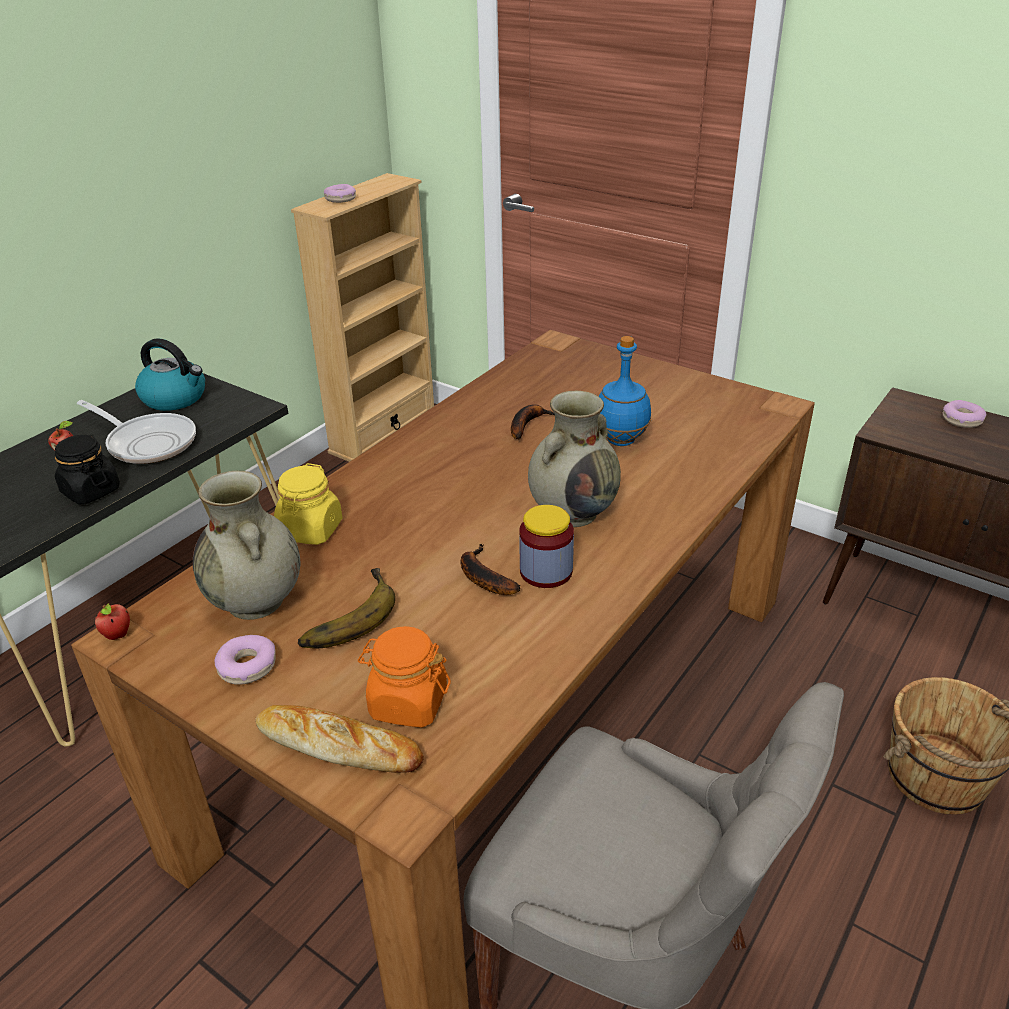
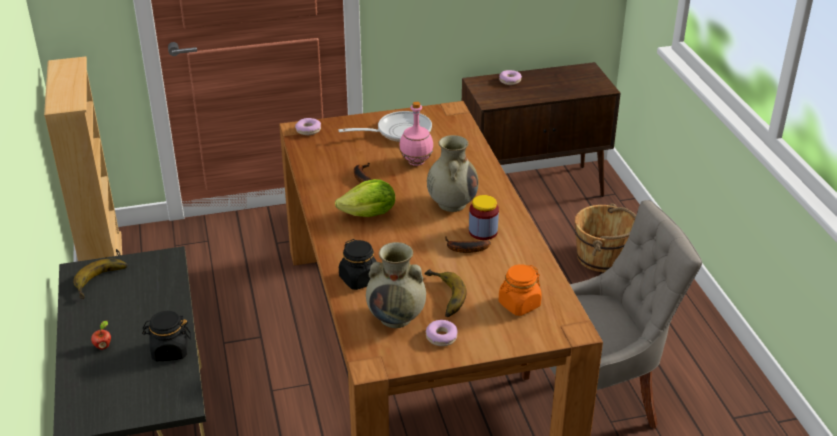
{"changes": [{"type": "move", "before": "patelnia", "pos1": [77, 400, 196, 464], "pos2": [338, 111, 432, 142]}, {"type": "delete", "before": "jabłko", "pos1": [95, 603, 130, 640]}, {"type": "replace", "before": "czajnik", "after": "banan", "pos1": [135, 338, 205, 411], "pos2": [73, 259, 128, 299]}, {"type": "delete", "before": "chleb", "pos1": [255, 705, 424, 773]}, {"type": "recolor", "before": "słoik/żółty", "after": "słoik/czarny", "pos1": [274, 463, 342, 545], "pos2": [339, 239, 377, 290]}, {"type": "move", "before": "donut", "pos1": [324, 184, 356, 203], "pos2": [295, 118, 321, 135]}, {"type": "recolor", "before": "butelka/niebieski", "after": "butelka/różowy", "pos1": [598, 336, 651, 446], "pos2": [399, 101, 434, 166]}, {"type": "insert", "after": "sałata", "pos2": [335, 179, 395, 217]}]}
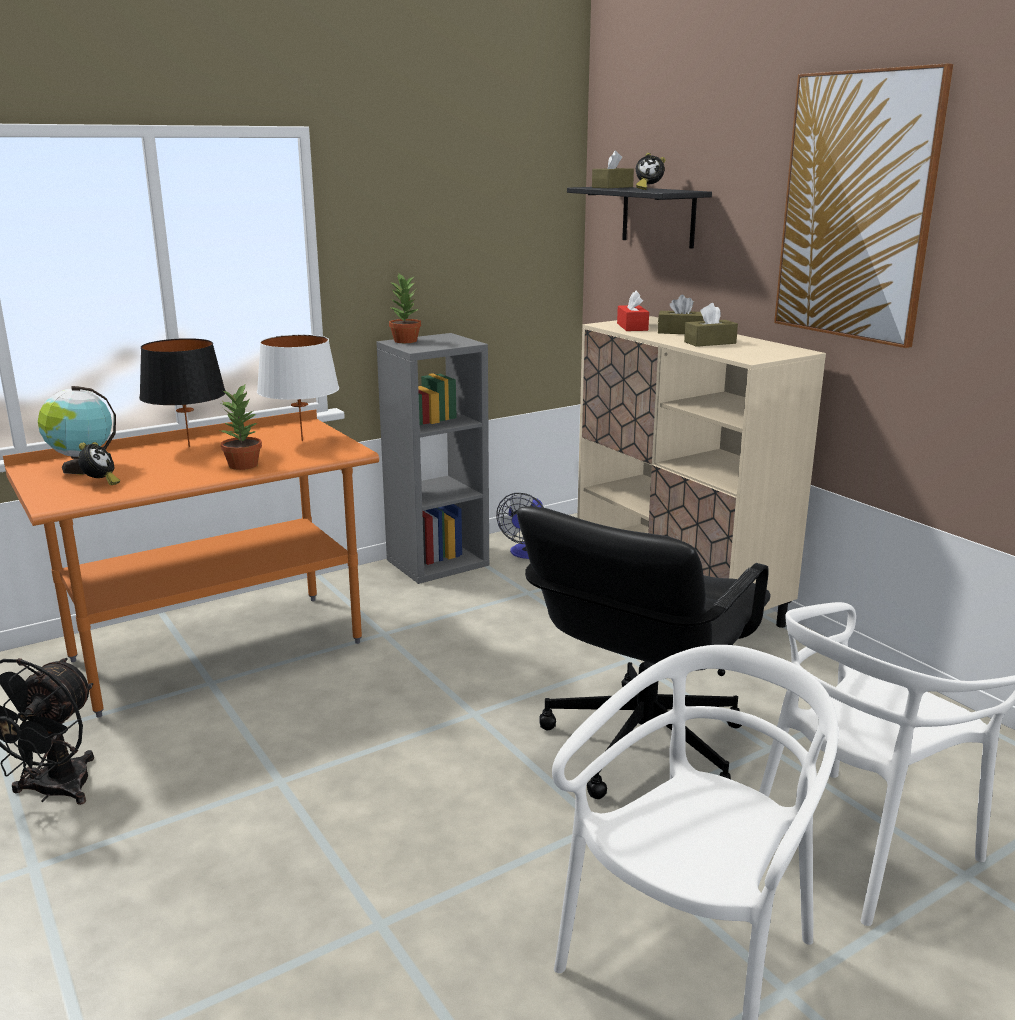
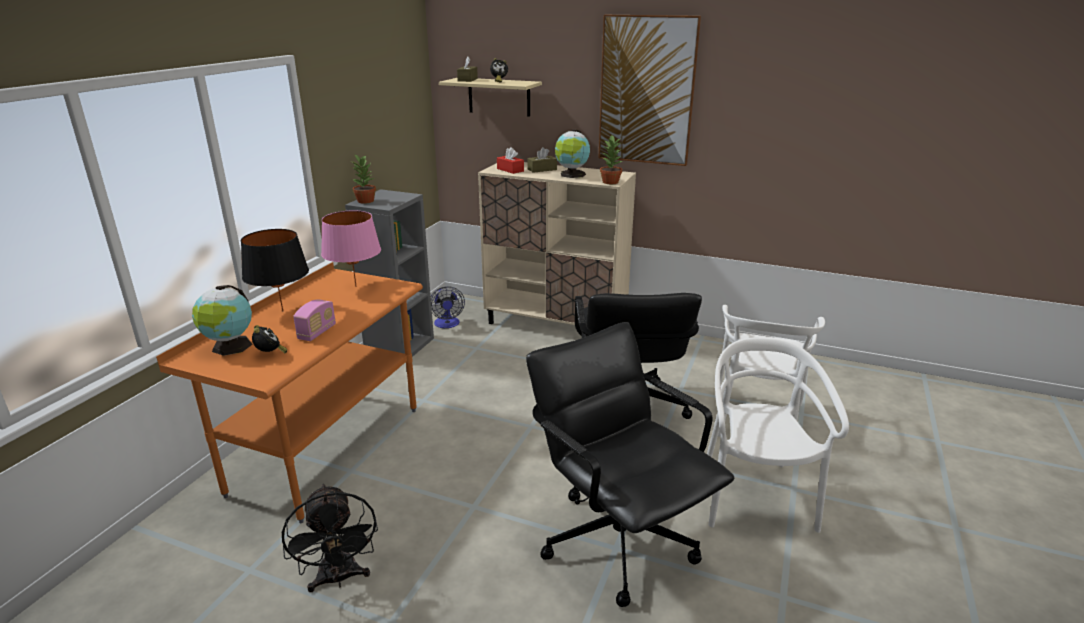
{"changes": [{"type": "move", "before": "roślina doniczkowa", "pos1": [220, 383, 262, 470], "pos2": [600, 136, 622, 184]}, {"type": "recolor", "before": "lampa stołowa/biały", "after": "lampa stołowa/różowy", "pos1": [257, 334, 339, 441], "pos2": [321, 210, 381, 287]}, {"type": "recolor", "before": "półka/czarny", "after": "półka/beżowy", "pos1": [567, 187, 712, 249], "pos2": [439, 78, 542, 117]}, {"type": "replace", "before": "pudełko chusteczek/brązowy", "after": "globus", "pos1": [684, 303, 738, 347], "pos2": [555, 130, 590, 178]}, {"type": "insert", "after": "radio", "pos2": [293, 299, 336, 341]}, {"type": "insert", "after": "krzesło biurowe/czarny", "pos2": [526, 322, 734, 607]}]}
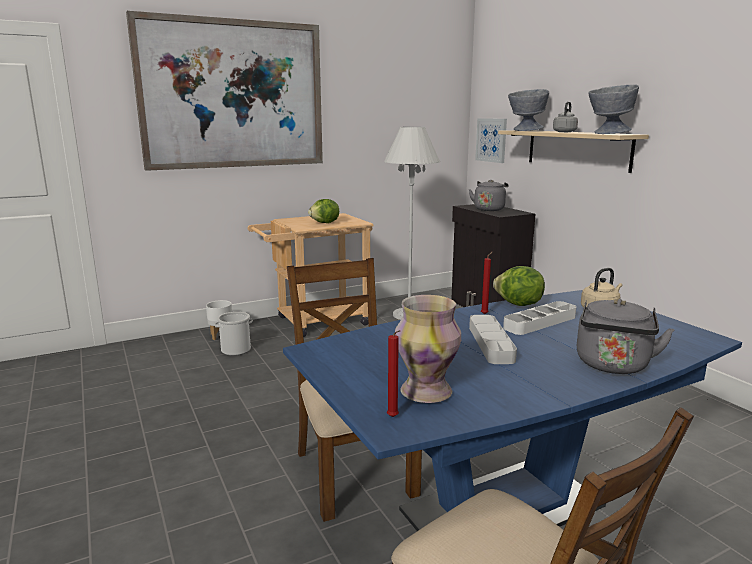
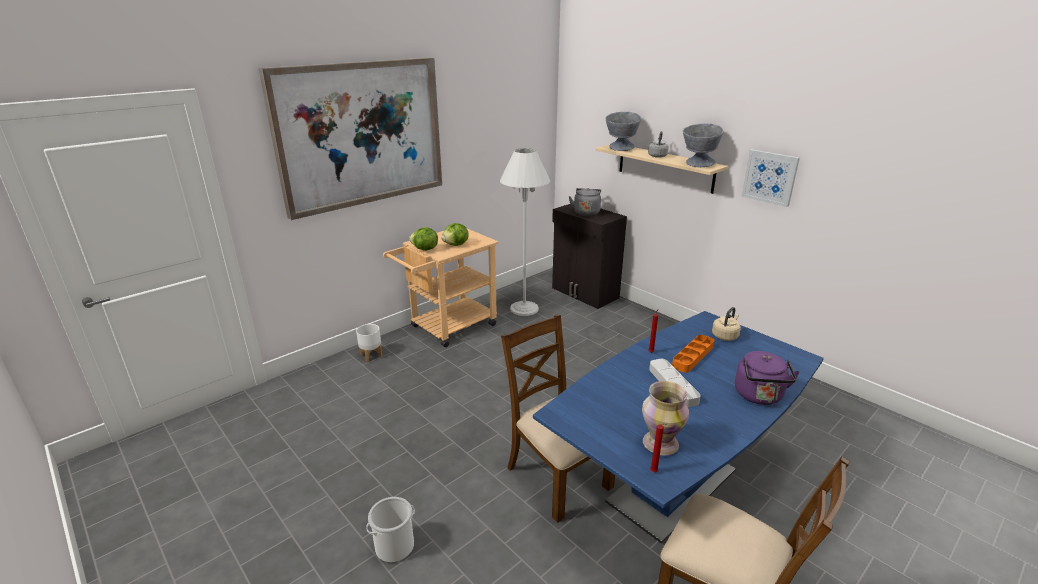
{"changes": [{"type": "move", "before": "wiadro", "pos1": [215, 312, 253, 356], "pos2": [366, 497, 415, 563]}, {"type": "move", "before": "obraz", "pos1": [475, 118, 507, 163], "pos2": [742, 149, 800, 207]}, {"type": "move", "before": "sałata", "pos1": [493, 266, 545, 306], "pos2": [409, 227, 438, 251]}, {"type": "recolor", "before": "taca/biały", "after": "taca/pomarańczowy", "pos1": [503, 301, 576, 335], "pos2": [672, 335, 715, 373]}, {"type": "recolor", "before": "czajnik/szary", "after": "czajnik/fioletowy", "pos1": [577, 299, 674, 374], "pos2": [735, 351, 800, 405]}]}
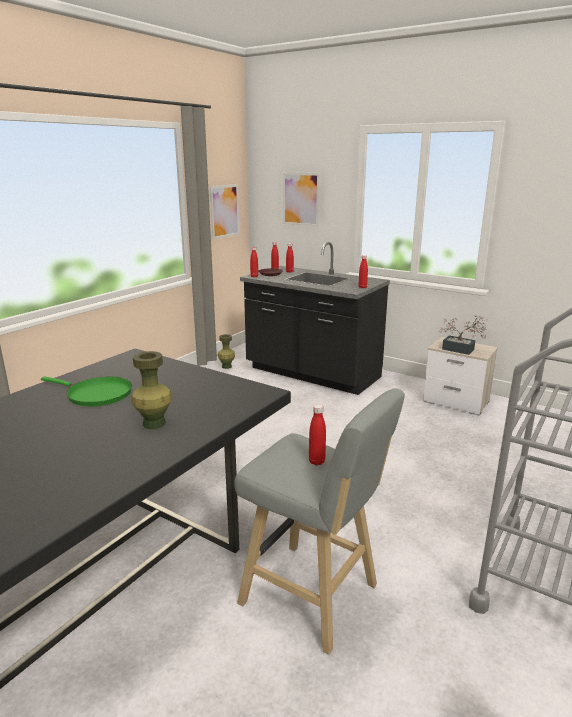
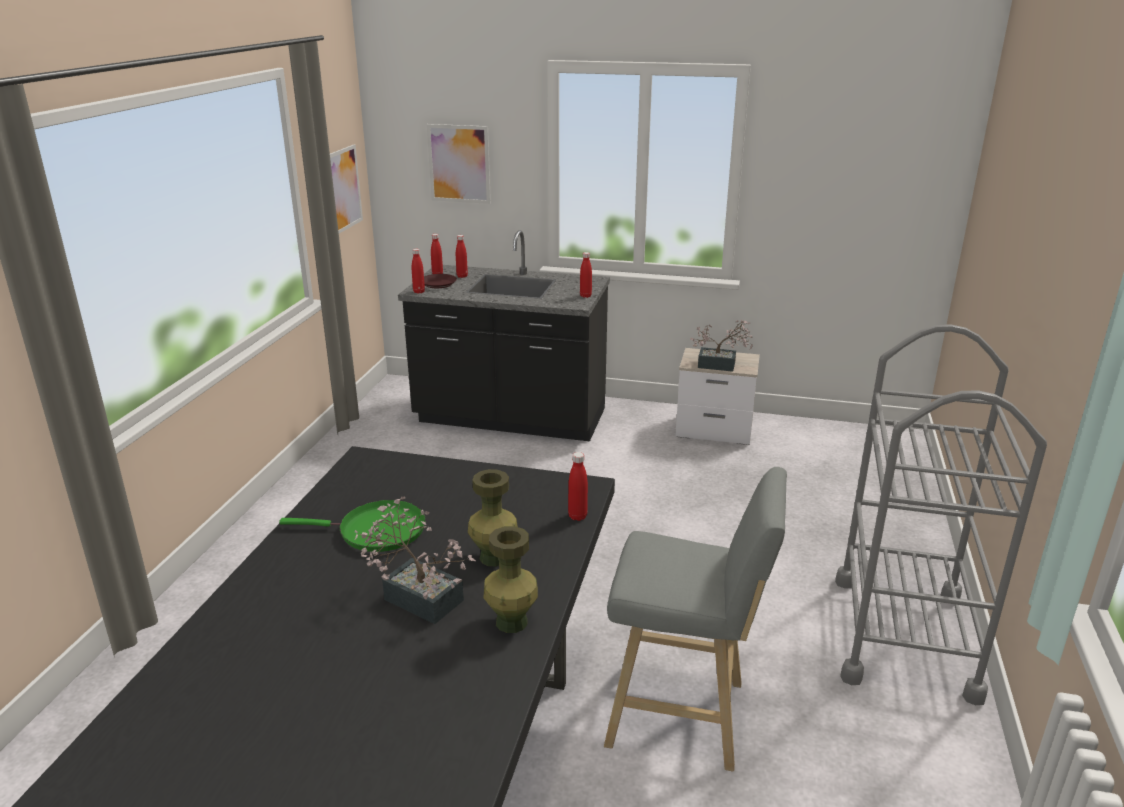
{"changes": [{"type": "move", "before": "wazon/zielony", "pos1": [218, 334, 235, 369], "pos2": [483, 526, 538, 633]}, {"type": "move", "before": "butelka/czerwony", "pos1": [309, 404, 326, 465], "pos2": [568, 452, 588, 521]}, {"type": "insert", "after": "roślina doniczkowa", "pos2": [355, 496, 476, 624]}]}
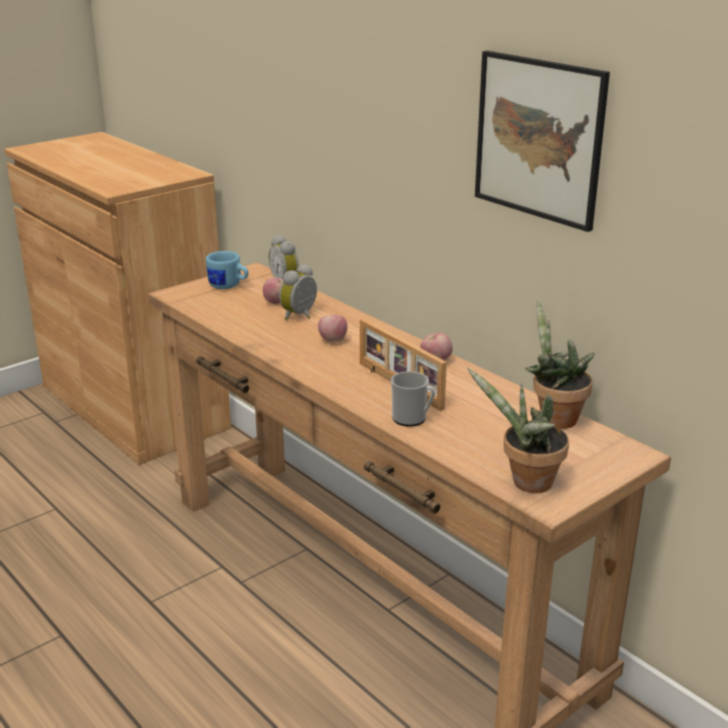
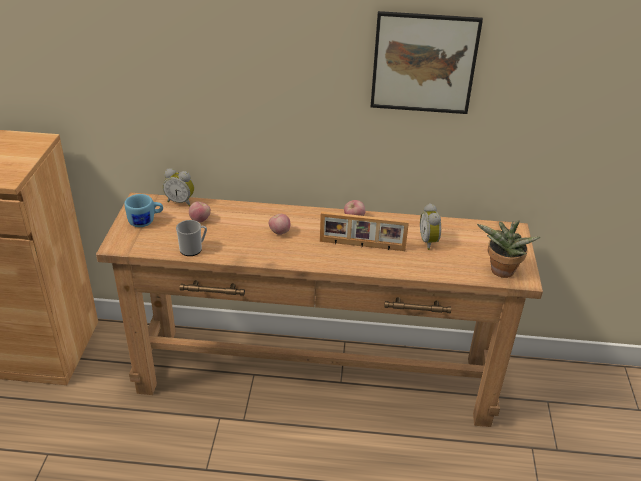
{"changes": [{"type": "move", "before": "budzik", "pos1": [279, 264, 317, 320], "pos2": [420, 203, 441, 250]}, {"type": "move", "before": "kubek", "pos1": [391, 371, 435, 427], "pos2": [176, 220, 207, 256]}, {"type": "delete", "before": "roślina doniczkowa", "pos1": [525, 299, 595, 429]}]}
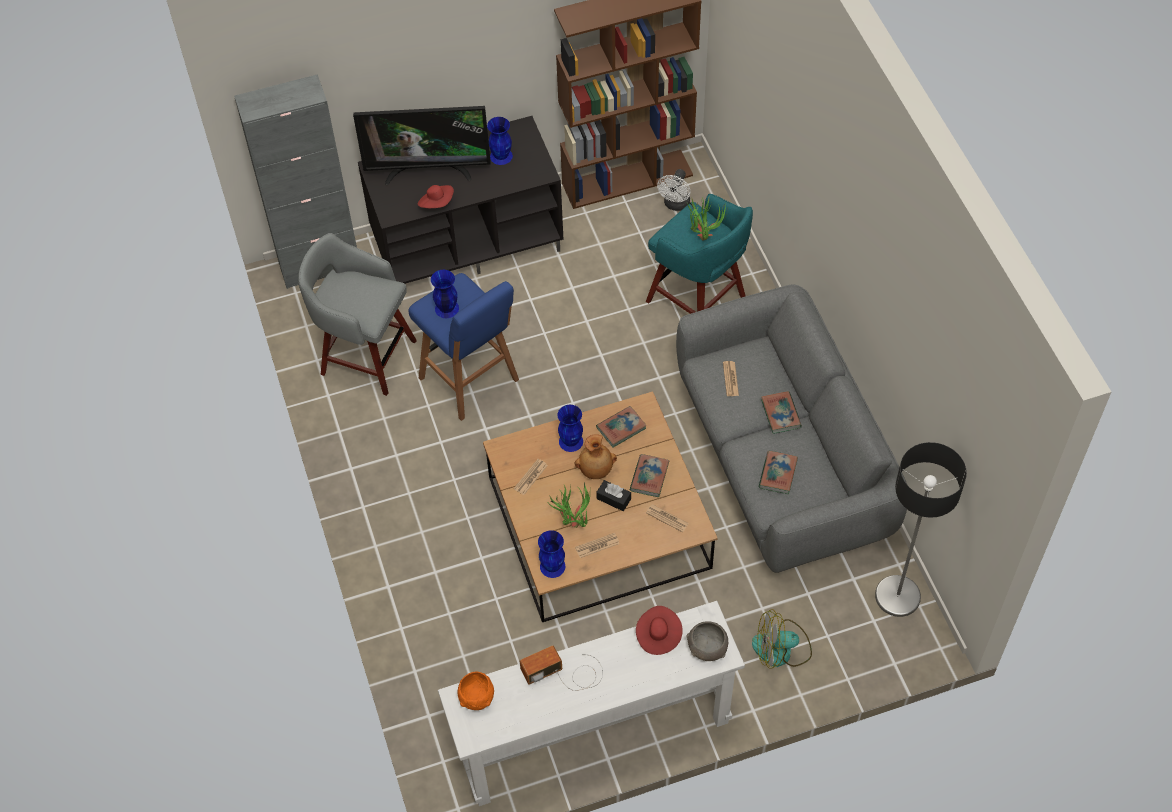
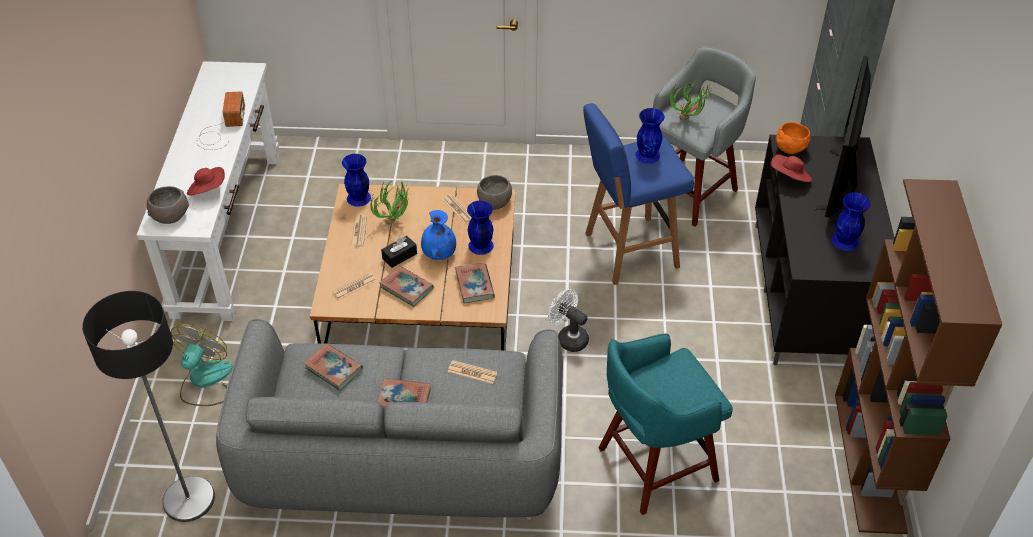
{"changes": [{"type": "move", "before": "miska/pomarańczowy", "pos1": [458, 672, 494, 710], "pos2": [776, 122, 811, 154]}, {"type": "recolor", "before": "wazon/brązowy", "after": "wazon/niebieski", "pos1": [575, 434, 617, 479], "pos2": [421, 210, 456, 260]}, {"type": "move", "before": "wentylator/biały", "pos1": [657, 169, 691, 211], "pos2": [548, 289, 589, 352]}, {"type": "move", "before": "roślina doniczkowa", "pos1": [686, 196, 728, 241], "pos2": [669, 78, 712, 120]}, {"type": "insert", "after": "miska/szary", "pos2": [477, 175, 512, 210]}]}
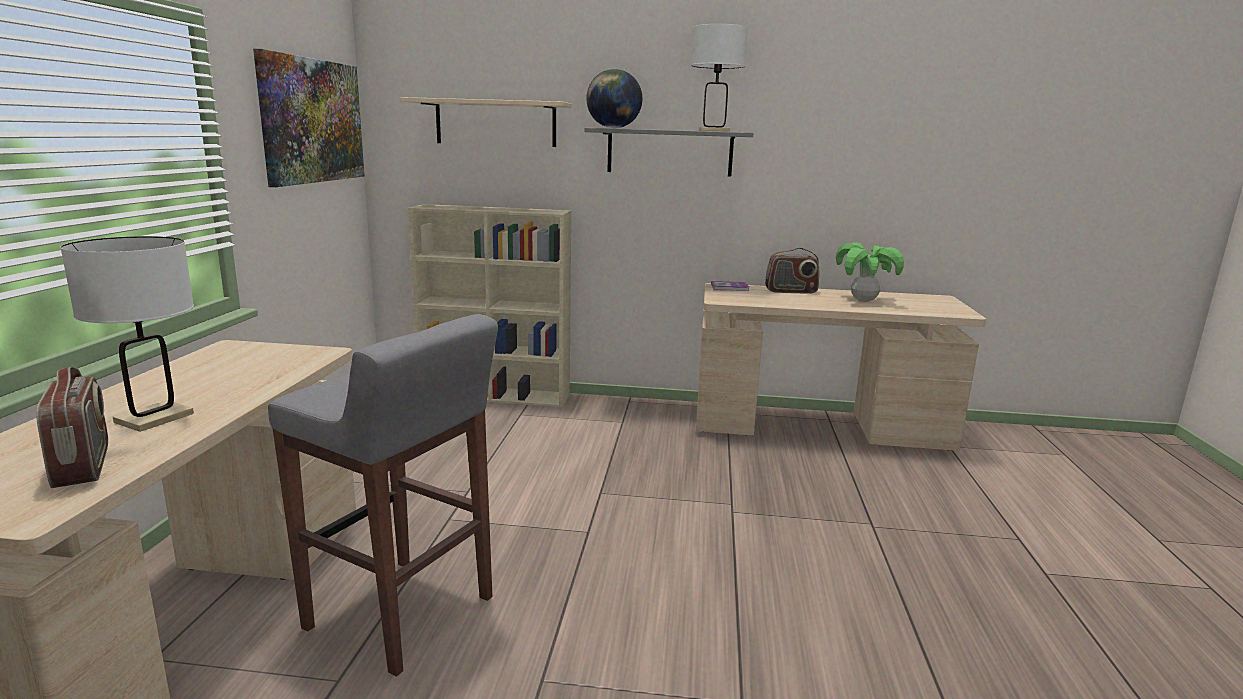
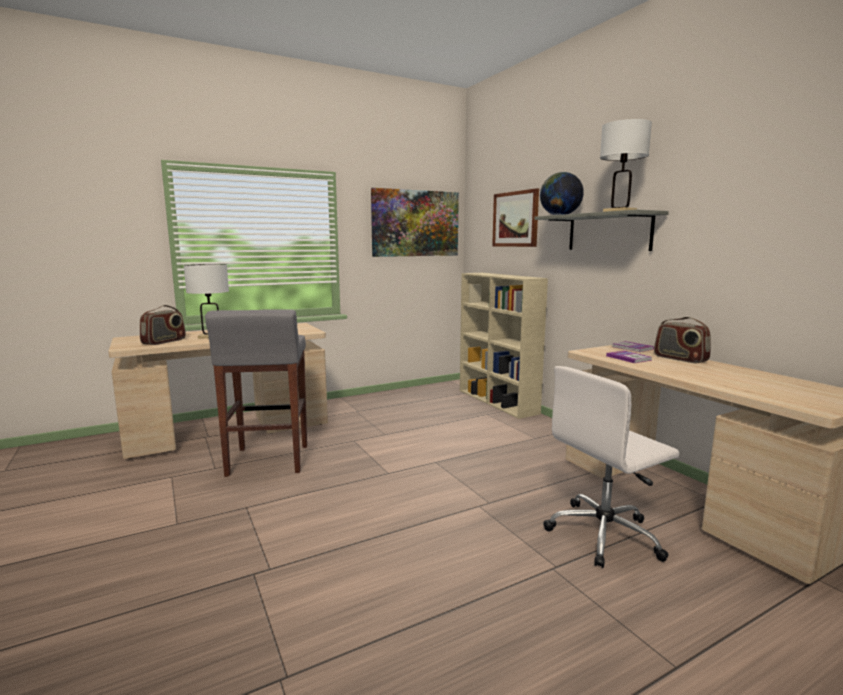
{"changes": [{"type": "replace", "before": "półka/beżowy", "after": "obraz", "pos1": [401, 97, 572, 147], "pos2": [492, 188, 539, 247]}, {"type": "delete", "before": "roślina doniczkowa", "pos1": [836, 242, 904, 302]}, {"type": "insert", "after": "krzesło biurowe/biały", "pos2": [543, 366, 679, 568]}, {"type": "insert", "after": "książka", "pos2": [606, 350, 652, 363]}]}
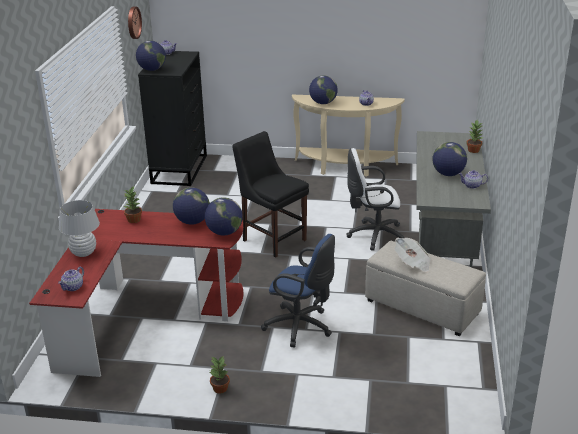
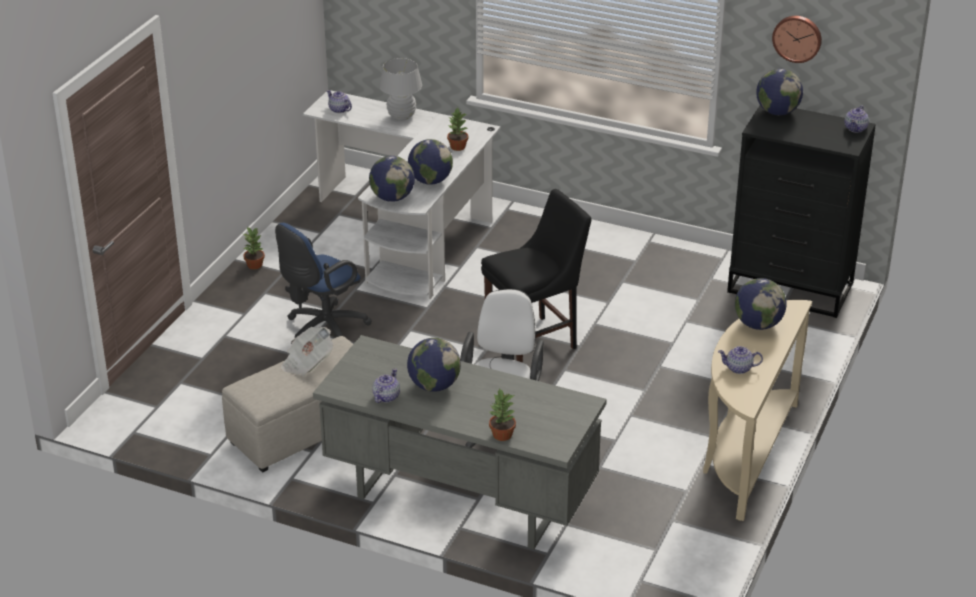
{"changes": [{"type": "recolor", "before": "biurko/czerwony", "after": "biurko/biały", "pos1": [29, 209, 243, 377], "pos2": [303, 90, 501, 299]}]}
